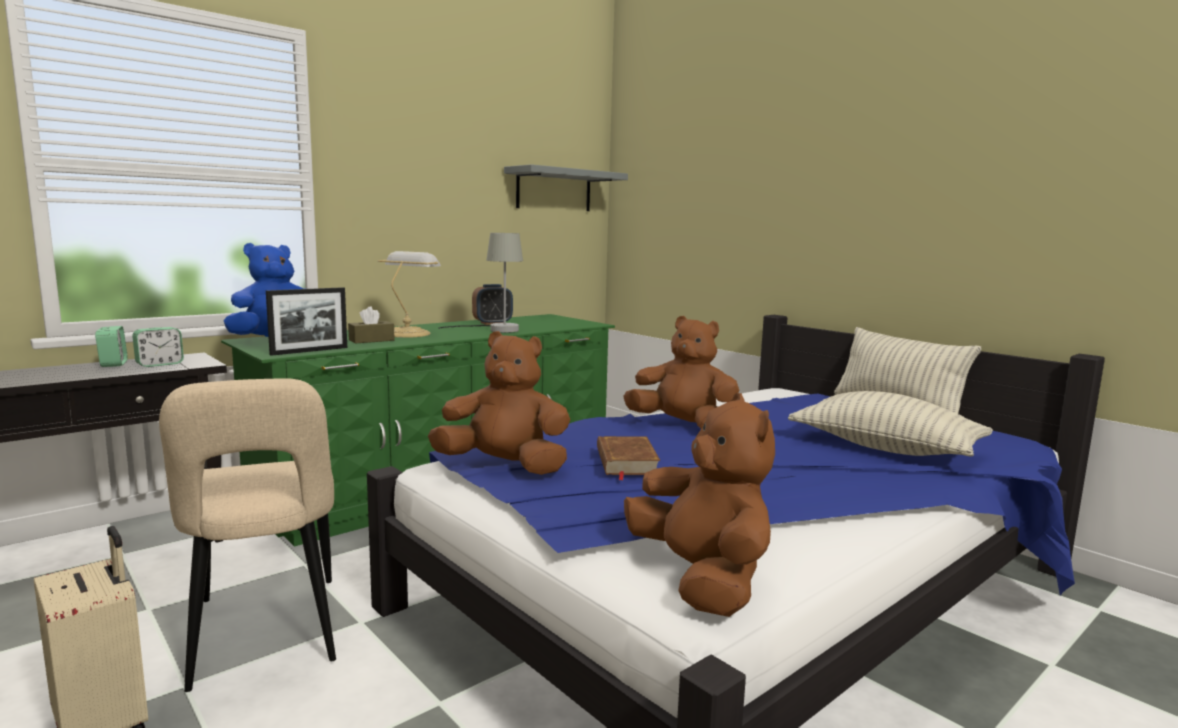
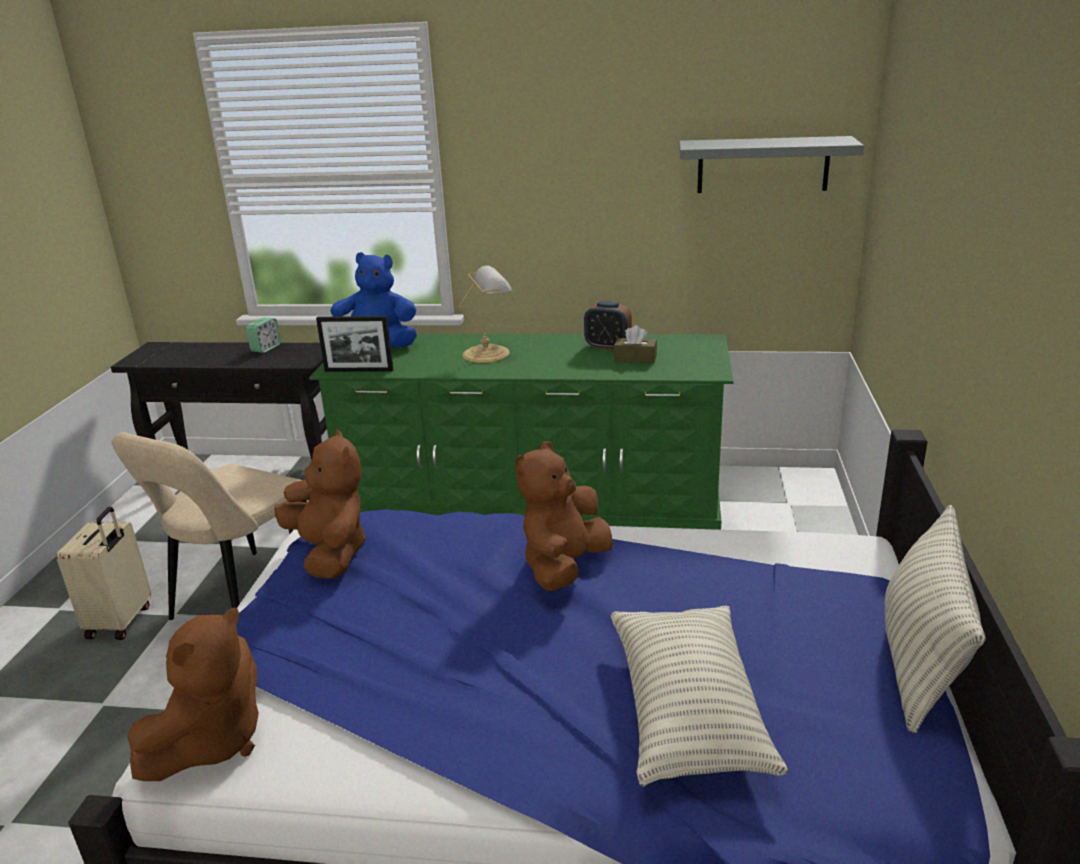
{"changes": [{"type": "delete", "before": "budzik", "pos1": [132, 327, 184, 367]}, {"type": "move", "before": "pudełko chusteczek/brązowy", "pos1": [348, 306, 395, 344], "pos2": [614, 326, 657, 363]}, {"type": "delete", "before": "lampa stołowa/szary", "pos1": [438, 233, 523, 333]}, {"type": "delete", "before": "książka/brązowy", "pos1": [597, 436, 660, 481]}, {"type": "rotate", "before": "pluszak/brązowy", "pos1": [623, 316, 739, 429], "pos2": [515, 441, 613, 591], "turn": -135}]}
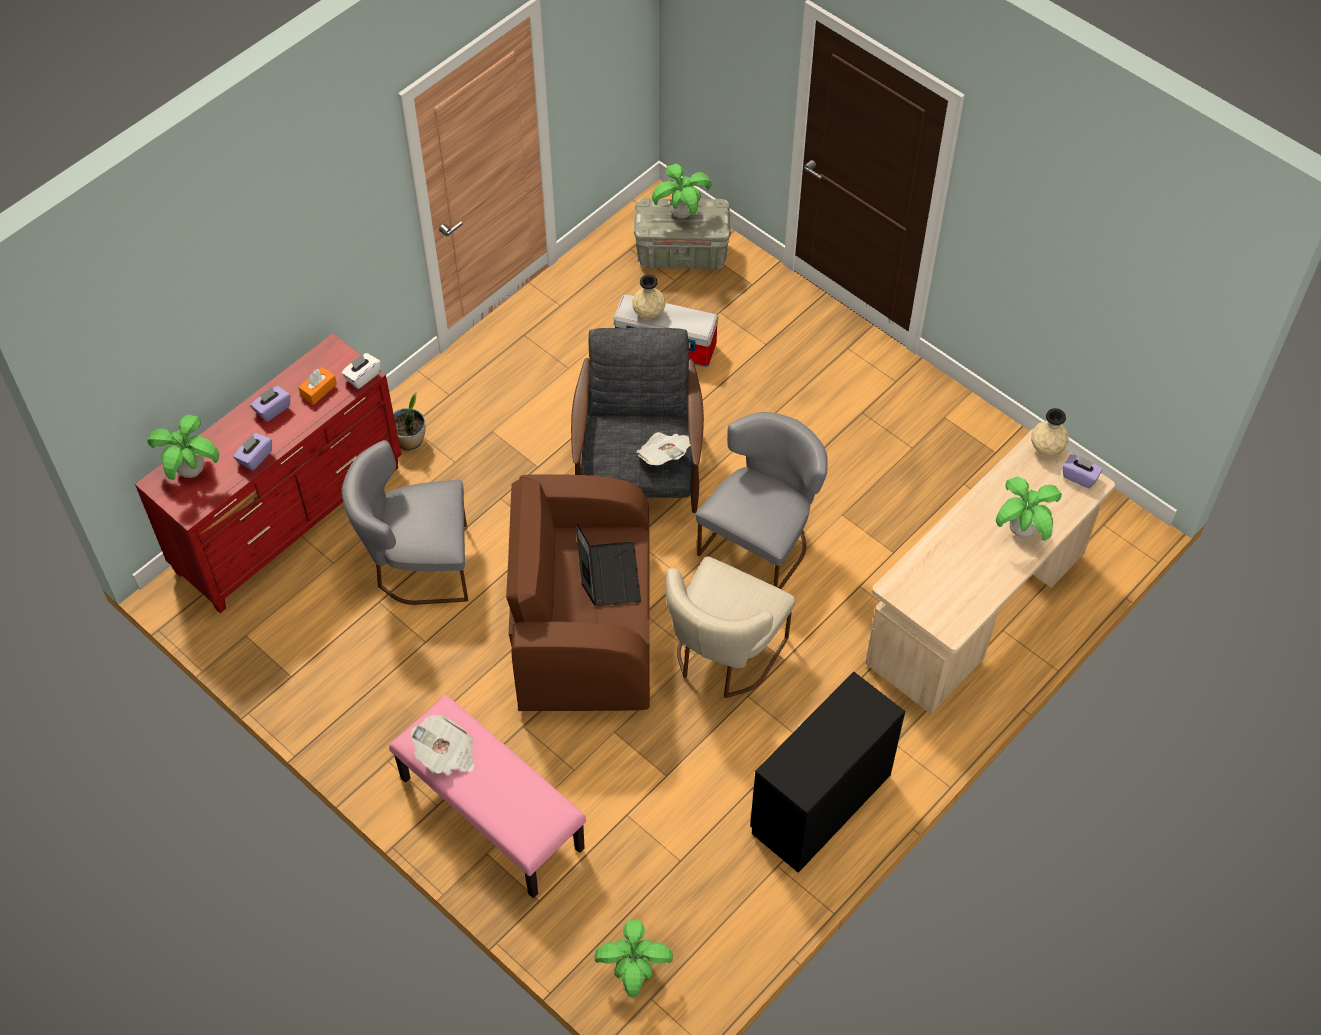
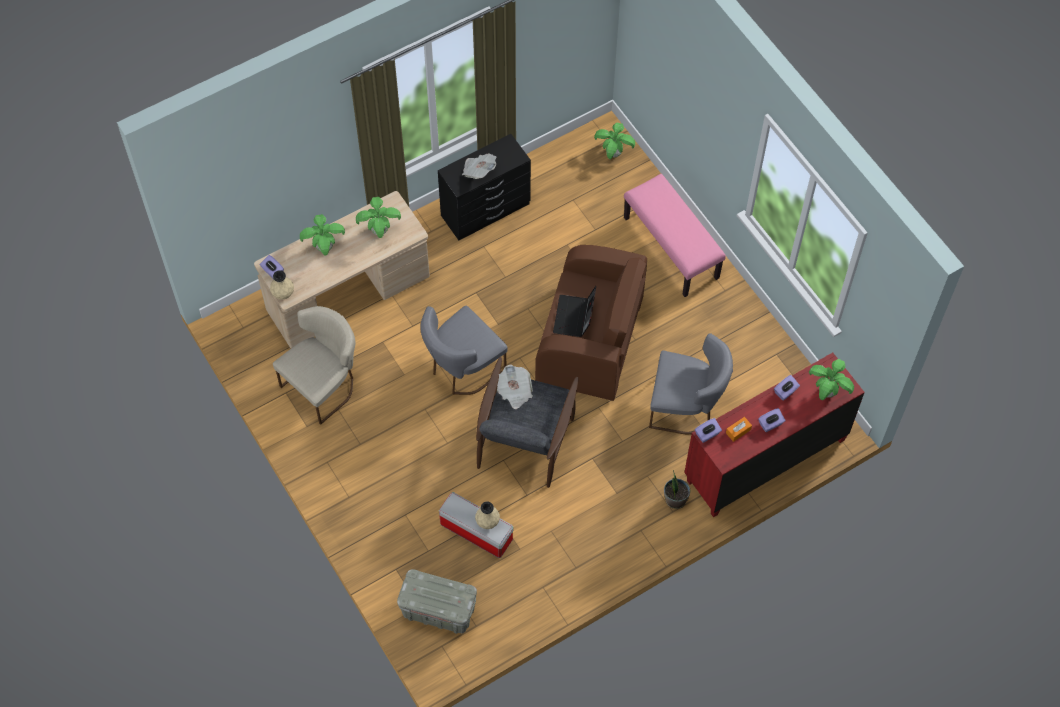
{"changes": [{"type": "recolor", "before": "pudełko chusteczek/biały", "after": "pudełko chusteczek/fioletowy", "pos1": [341, 353, 381, 389], "pos2": [695, 418, 722, 443]}, {"type": "move", "before": "gazeta", "pos1": [411, 714, 474, 775], "pos2": [462, 153, 496, 179]}, {"type": "move", "before": "roślina doniczkowa", "pos1": [652, 164, 712, 219], "pos2": [356, 197, 401, 238]}, {"type": "move", "before": "krzesło/beżowy", "pos1": [666, 556, 796, 698], "pos2": [273, 306, 356, 425]}]}
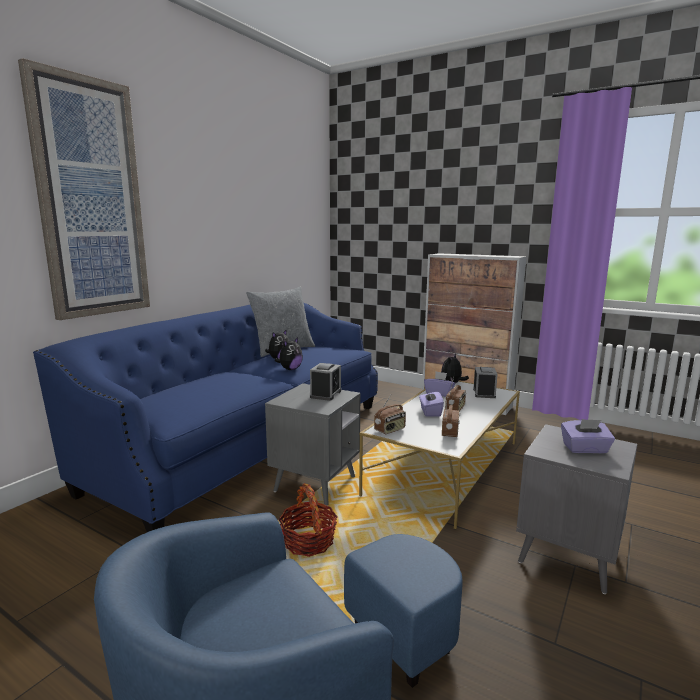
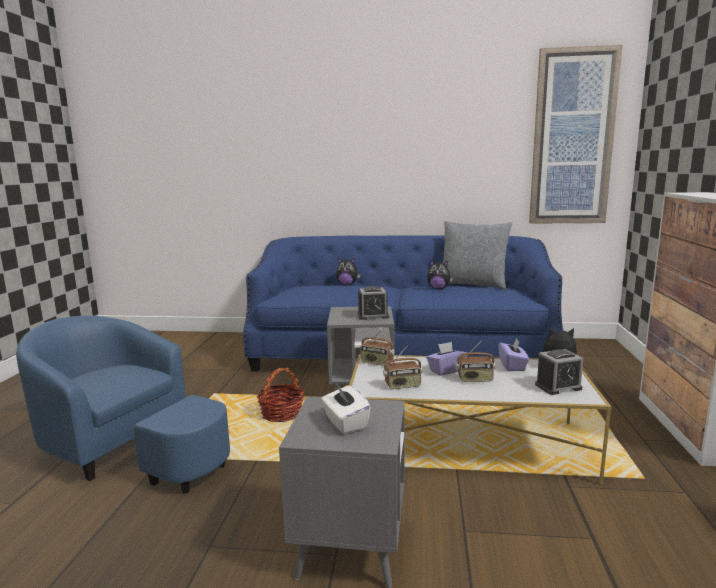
{"changes": [{"type": "move", "before": "obraz", "pos1": [18, 58, 150, 320], "pos2": [529, 45, 623, 224]}, {"type": "move", "before": "pluszak", "pos1": [275, 337, 303, 370], "pos2": [336, 258, 361, 285]}, {"type": "recolor", "before": "pudełko chusteczek/fioletowy", "after": "pudełko chusteczek/biały", "pos1": [561, 419, 615, 453], "pos2": [322, 383, 371, 434]}]}
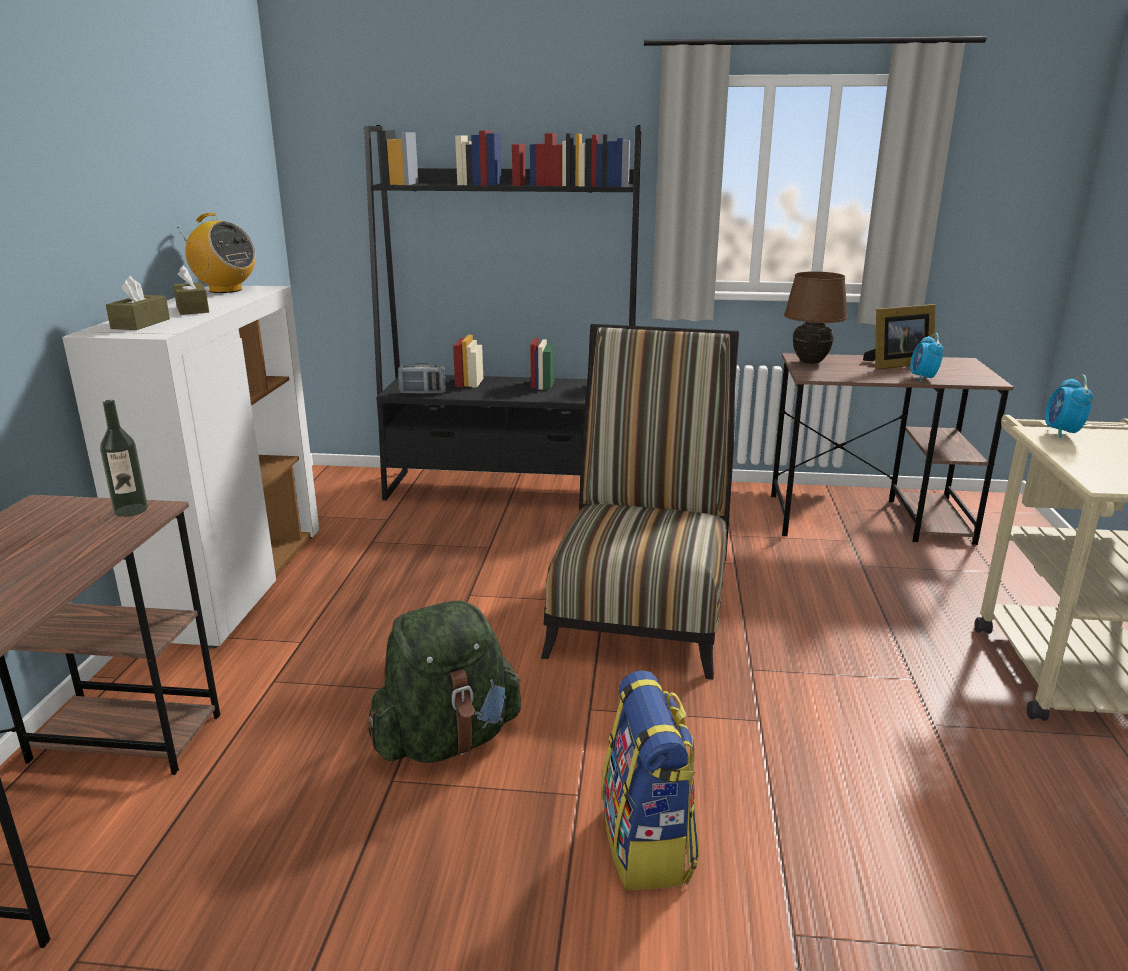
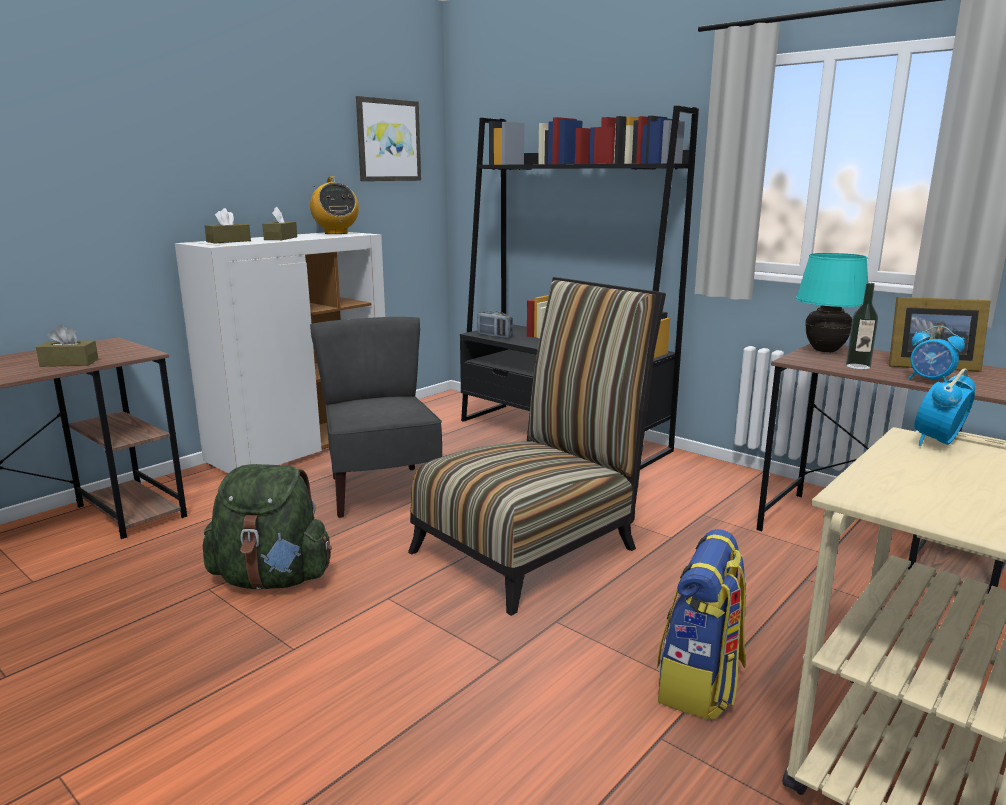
{"changes": [{"type": "move", "before": "butelka", "pos1": [100, 400, 148, 517], "pos2": [846, 283, 878, 370]}, {"type": "move", "before": "plecak", "pos1": [601, 670, 699, 890], "pos2": [657, 529, 746, 720]}, {"type": "recolor", "before": "lampa stołowa/brązowy", "after": "lampa stołowa/turkusowy", "pos1": [784, 271, 848, 364], "pos2": [796, 253, 868, 352]}, {"type": "rotate", "before": "budzik", "pos1": [910, 333, 943, 382], "pos2": [908, 326, 965, 383], "turn": -90}, {"type": "insert", "after": "pudełko chusteczek/brązowy", "pos2": [36, 324, 99, 367]}, {"type": "insert", "after": "krzesło/szary", "pos2": [310, 317, 442, 518]}, {"type": "insert", "after": "obraz", "pos2": [356, 96, 421, 181]}]}
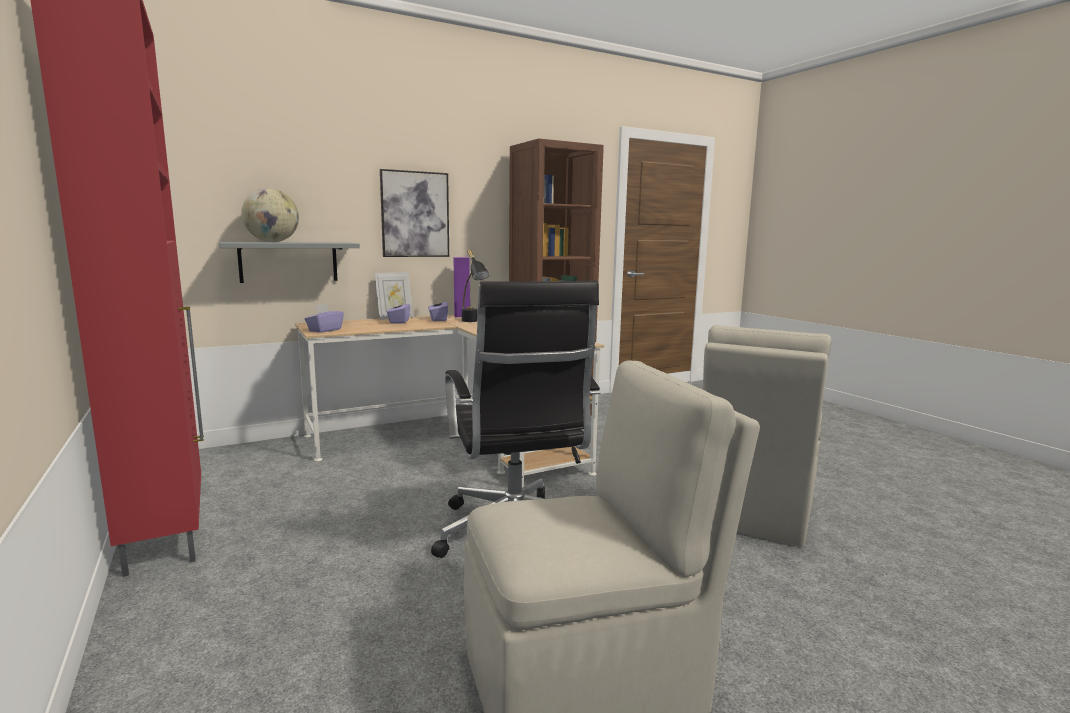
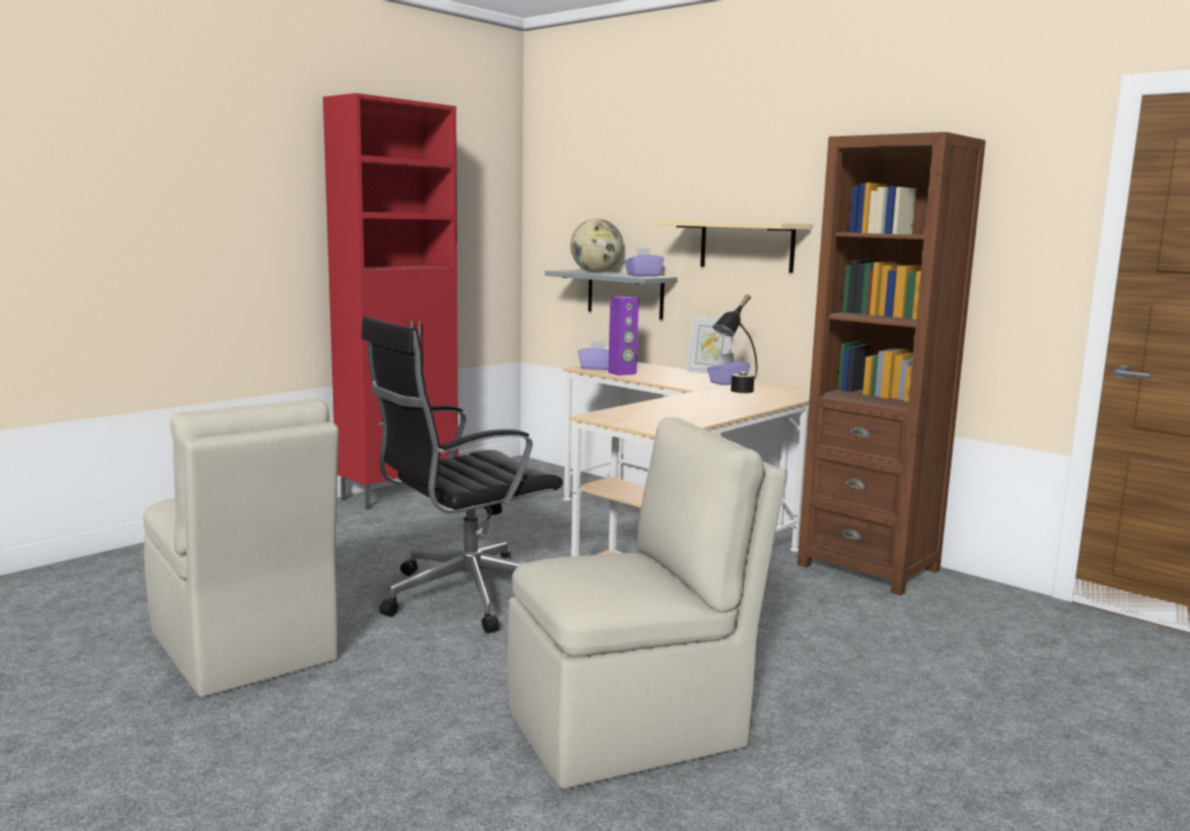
{"changes": [{"type": "replace", "before": "obraz", "after": "półka/beżowy", "pos1": [380, 169, 449, 257], "pos2": [656, 220, 813, 273]}, {"type": "move", "before": "pudełko chusteczek/fioletowy", "pos1": [387, 298, 410, 324], "pos2": [624, 248, 664, 276]}, {"type": "move", "before": "głośnik/fioletowy", "pos1": [454, 257, 471, 317], "pos2": [608, 296, 639, 376]}, {"type": "rotate", "before": "krzesło/beżowy", "pos1": [703, 325, 832, 547], "pos2": [508, 417, 786, 789], "turn": 150}]}
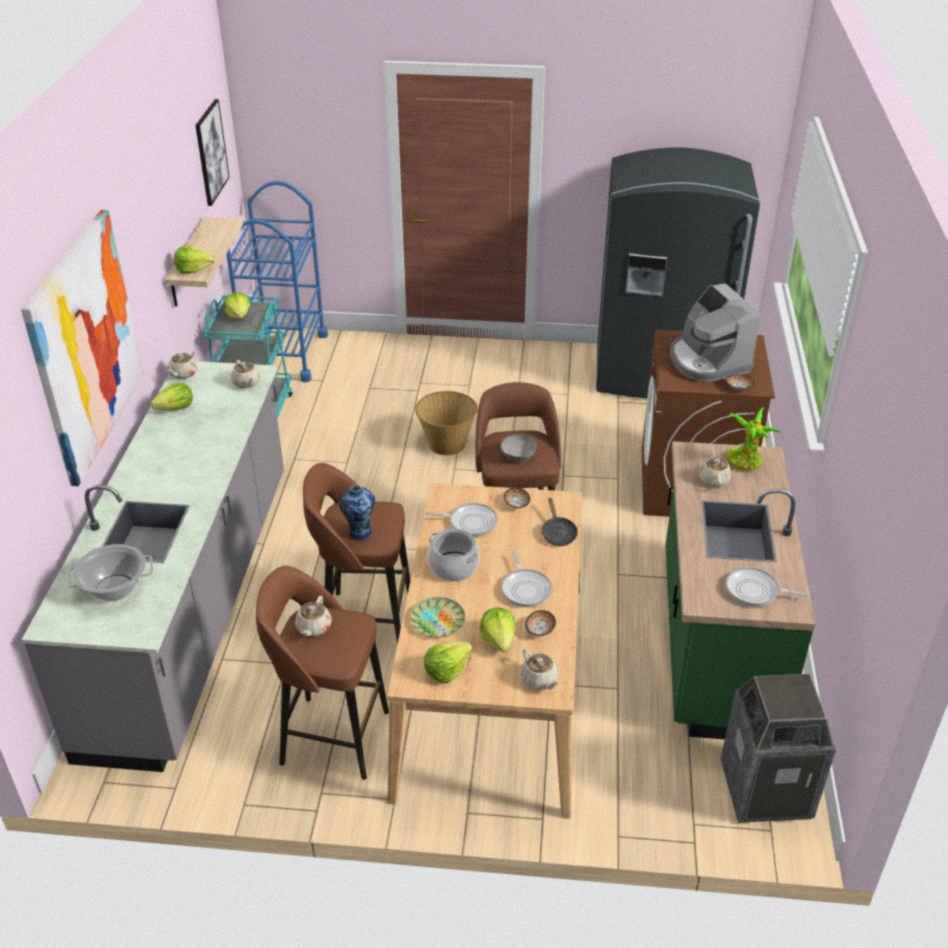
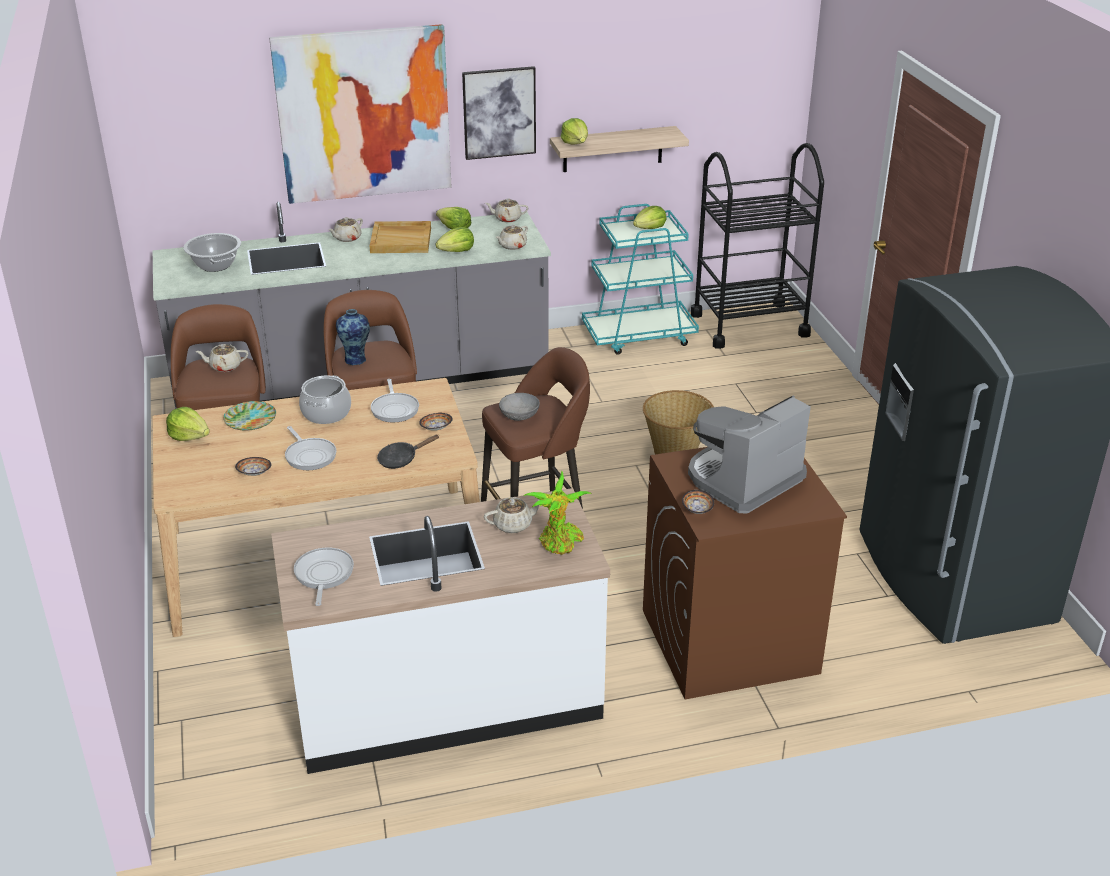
{"changes": [{"type": "move", "before": "obraz", "pos1": [195, 99, 230, 206], "pos2": [462, 66, 536, 160]}, {"type": "recolor", "before": "wózek/niebieski", "after": "wózek/czarny", "pos1": [227, 181, 328, 382], "pos2": [691, 143, 824, 349]}, {"type": "move", "before": "sałata", "pos1": [479, 608, 515, 653], "pos2": [436, 227, 474, 252]}, {"type": "rotate", "before": "patelnia", "pos1": [501, 550, 552, 607], "pos2": [285, 426, 336, 470], "turn": -90}, {"type": "move", "before": "imbryk/beżowy", "pos1": [520, 648, 558, 690], "pos2": [329, 217, 363, 242]}, {"type": "recolor", "before": "zabudowa kuchenna/zielony", "after": "zabudowa kuchenna/biały", "pos1": [665, 441, 815, 739], "pos2": [271, 488, 610, 774]}, {"type": "delete", "before": "kosz na śmieci", "pos1": [721, 674, 836, 823]}, {"type": "insert", "after": "taca/beżowy", "pos2": [370, 221, 431, 253]}]}
